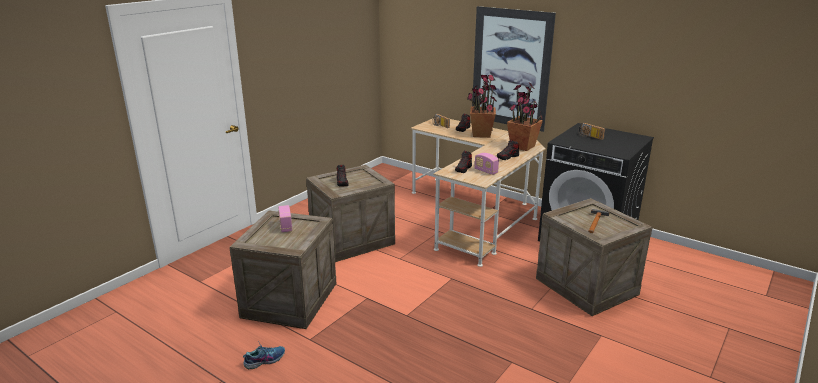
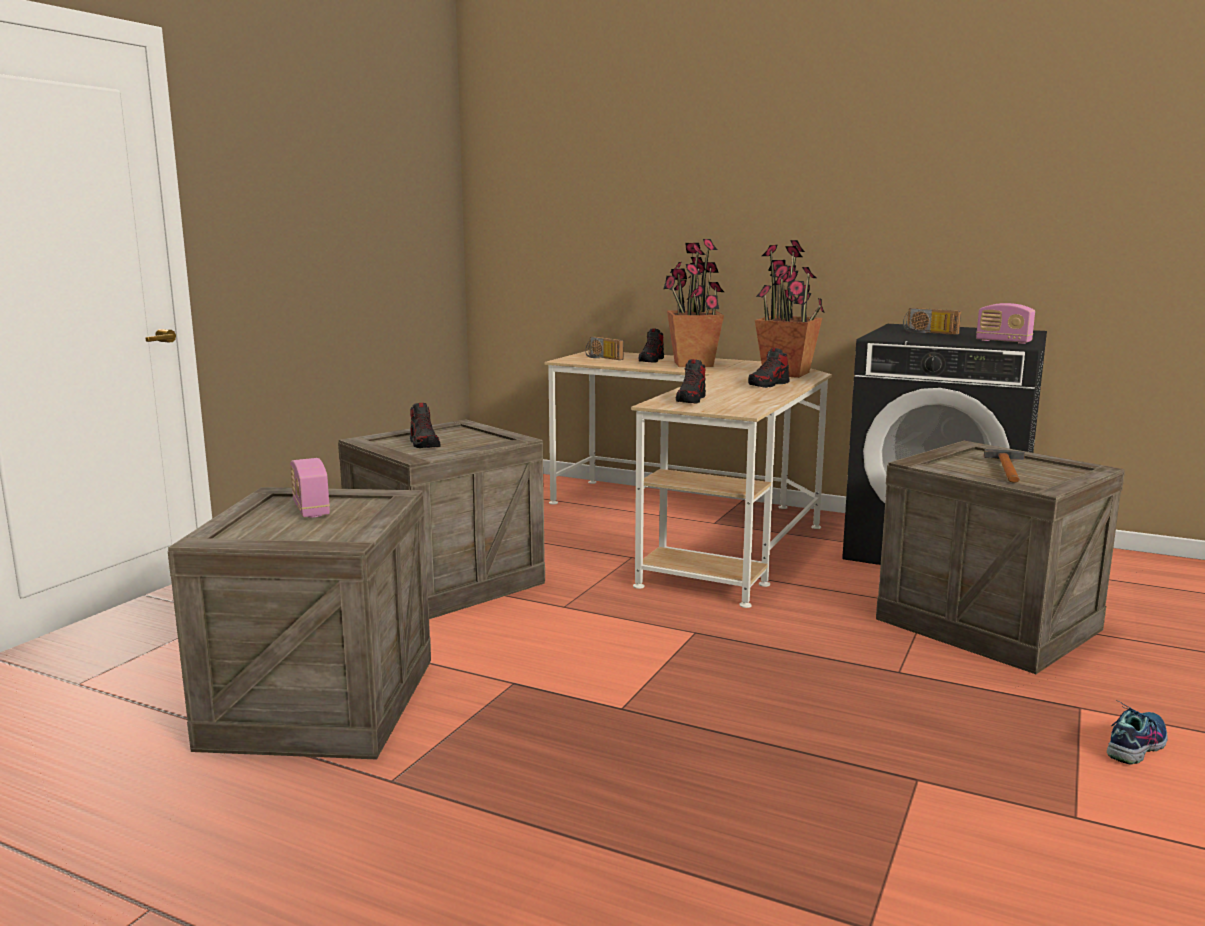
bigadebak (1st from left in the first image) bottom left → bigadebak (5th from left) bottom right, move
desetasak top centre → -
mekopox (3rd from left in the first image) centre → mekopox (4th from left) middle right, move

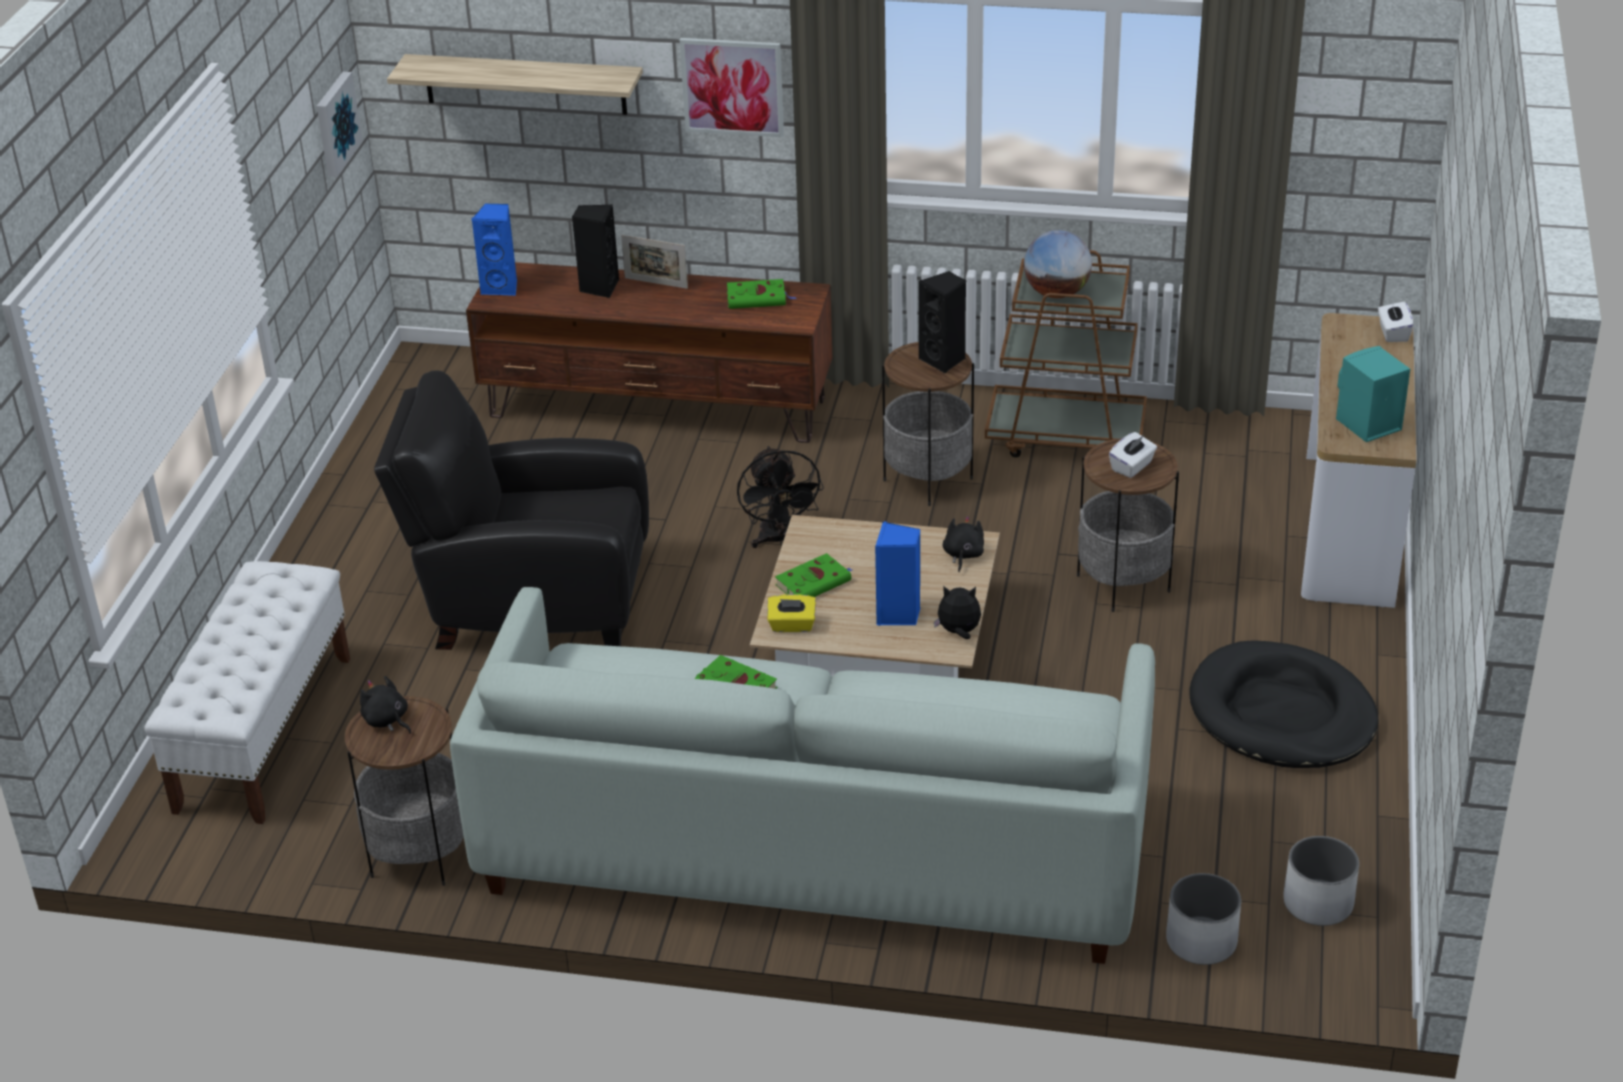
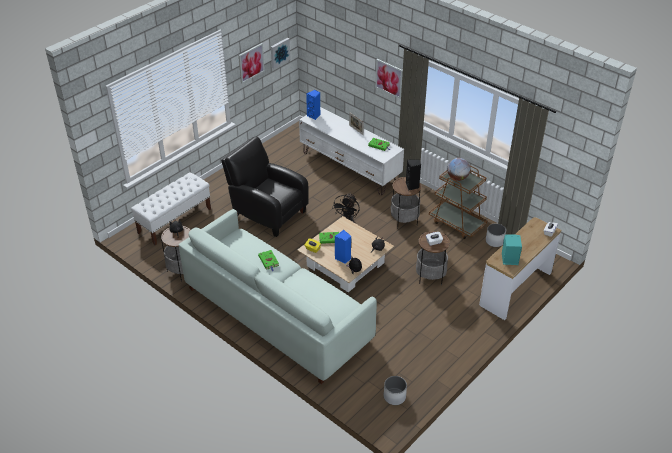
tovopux top left → -
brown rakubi top centre → white rakubi centre
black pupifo (1st from left) top centre → -
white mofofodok (1st from left in the first image) bottom right → white mofofodok (2nd from left) middle right, move
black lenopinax middle right → -
- → desetasak (1st from left) top centre

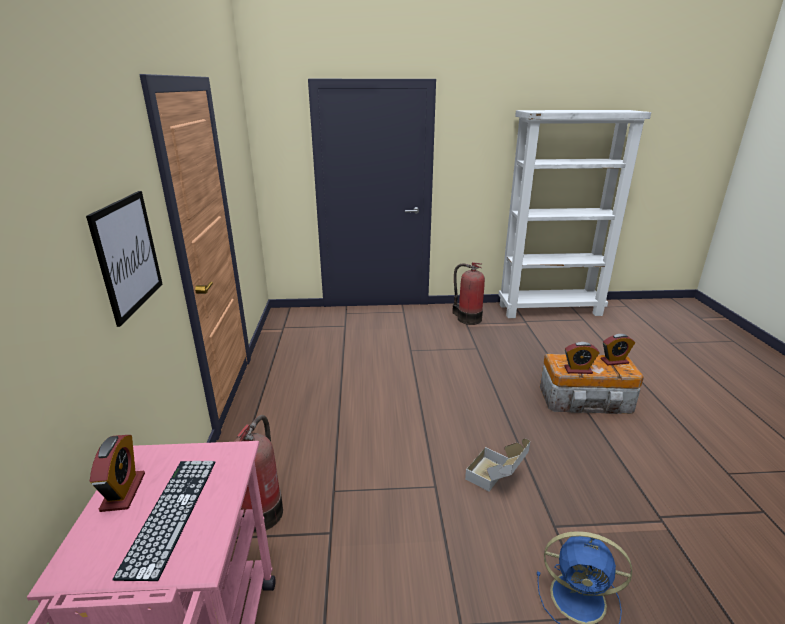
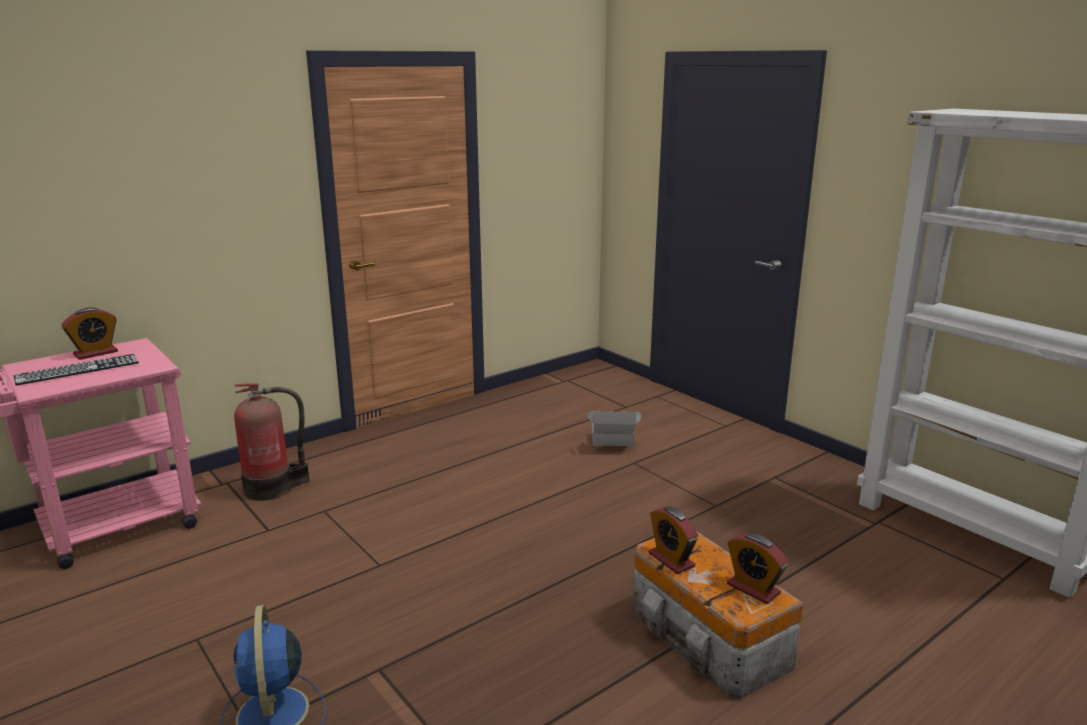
desetasak middle left → -
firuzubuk (2nd from left) centre → -
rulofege bottom centre → rulofege centre, move

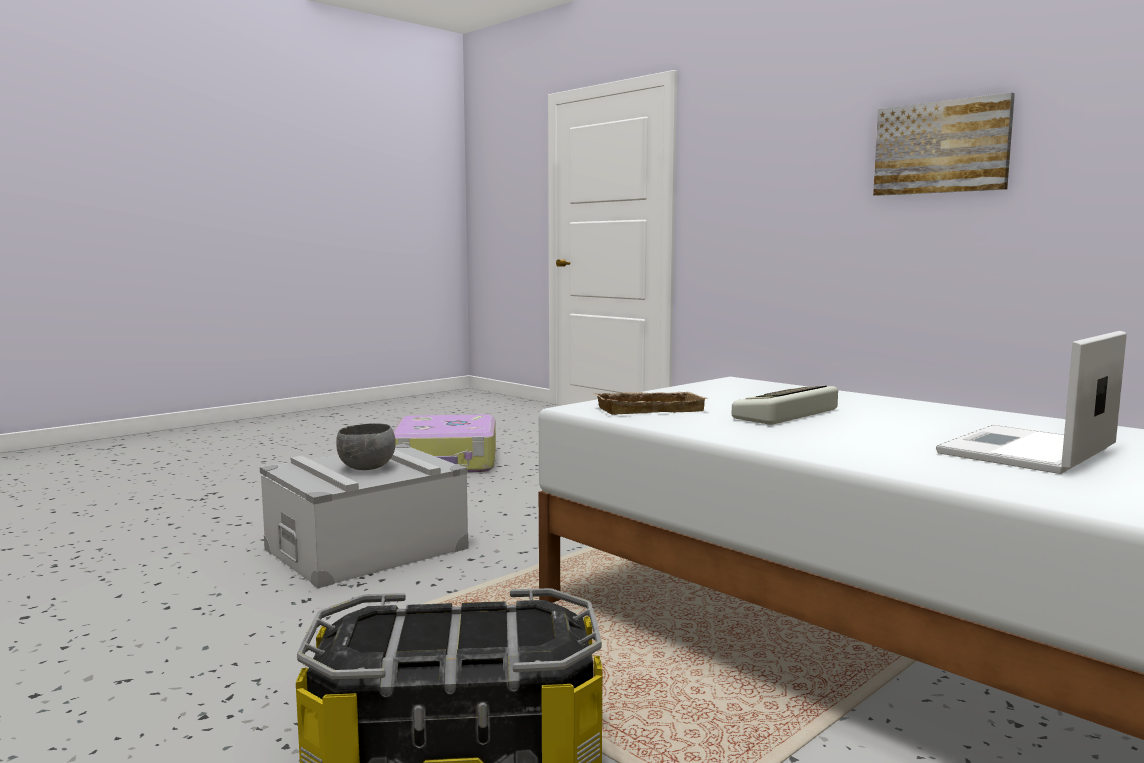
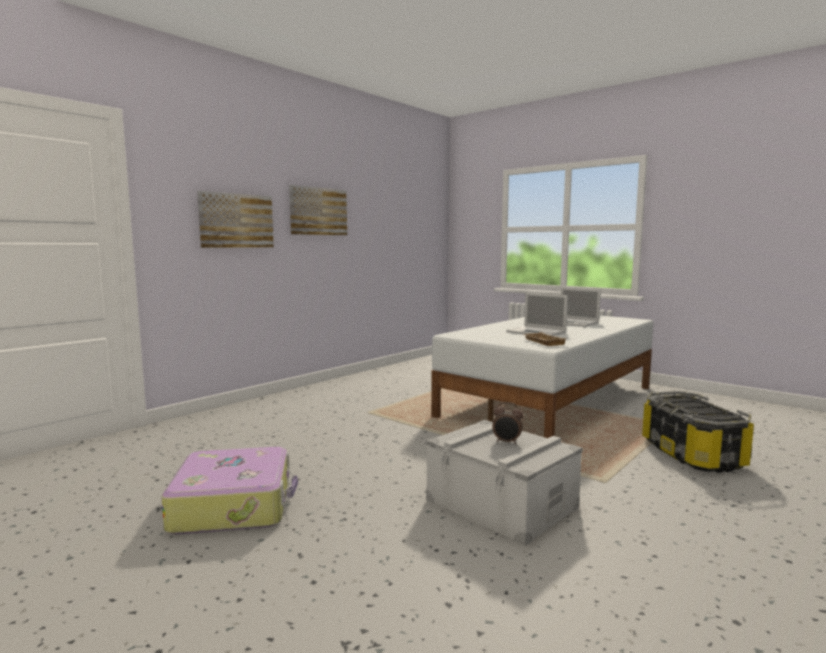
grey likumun middle left → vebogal centre
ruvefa middle right → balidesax (1st from left) centre
- → desetasak (1st from left) middle left

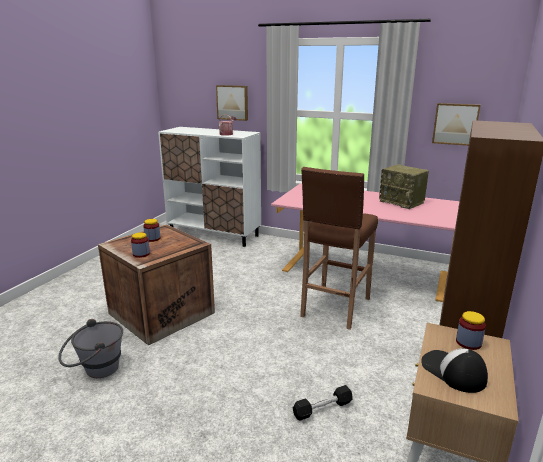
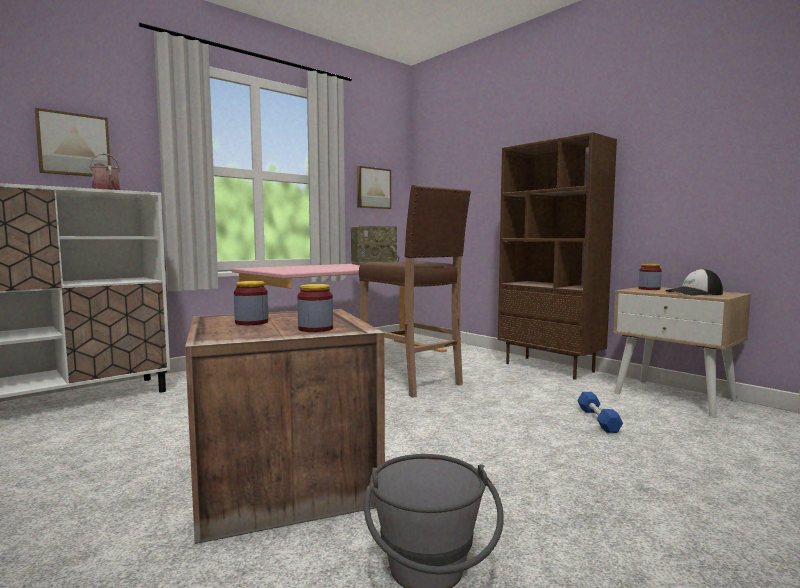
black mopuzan bottom centre → blue mopuzan bottom right

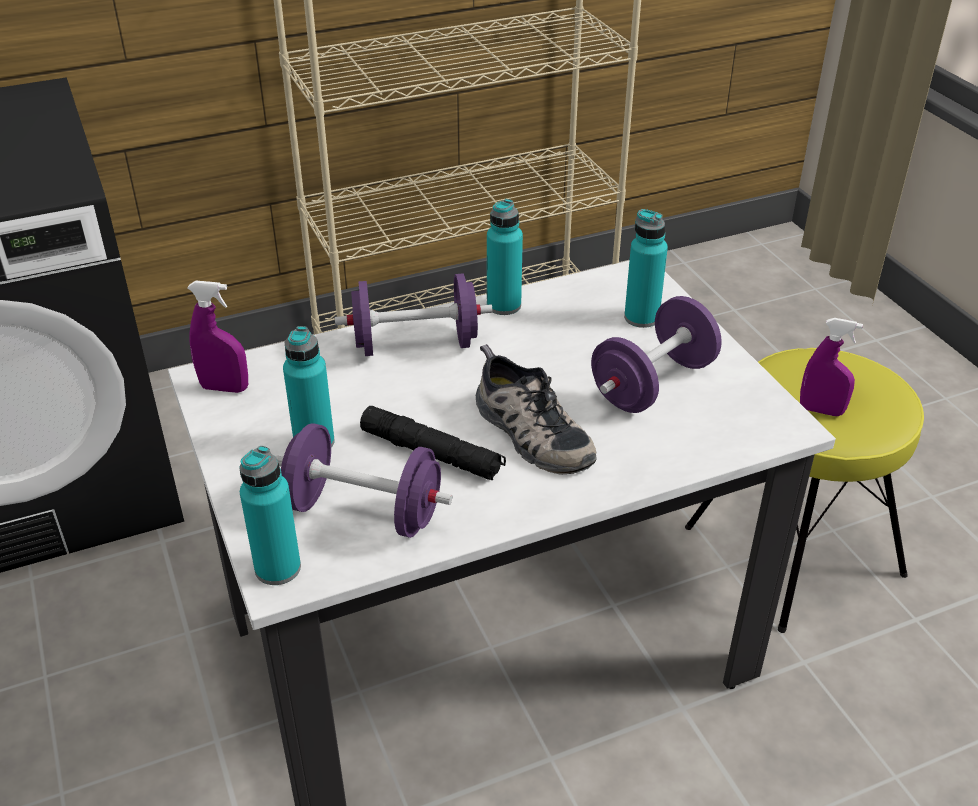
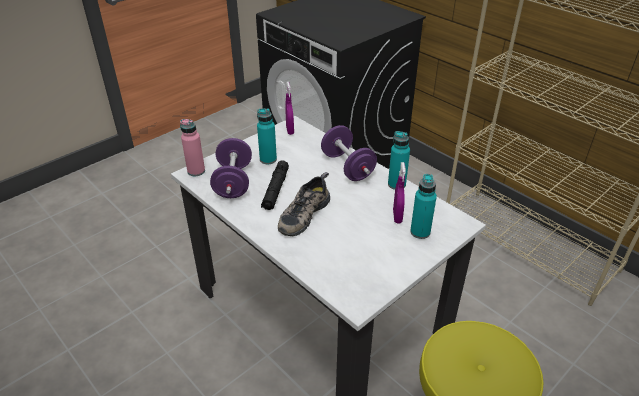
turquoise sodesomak (1st from left) middle left → pink sodesomak middle left
purple mopuzan (3rd from left) middle right → -
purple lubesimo (2nd from left) middle right → purple lubesimo (2nd from left) centre, move

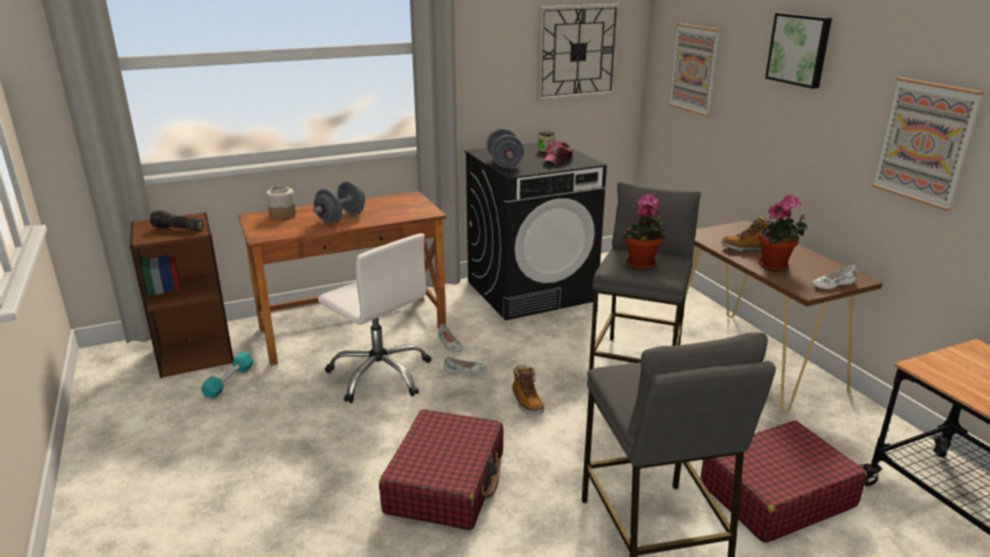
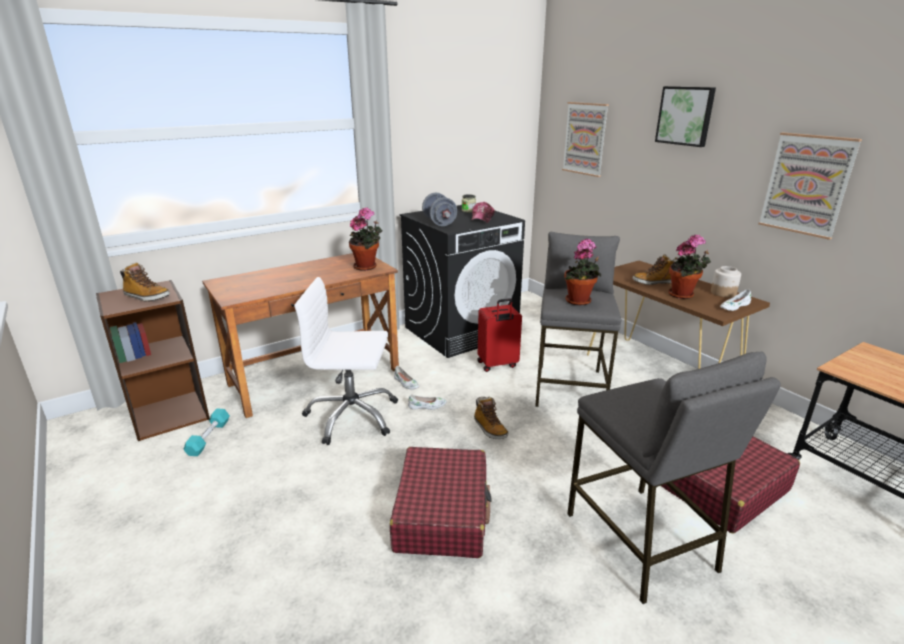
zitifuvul middle left → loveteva (1st from left) middle left
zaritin (1st from left in the first image) middle left → zaritin (2nd from left) middle right, move
grey mopuzan (1st from left) centre → -
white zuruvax centre, 150 degrees clockwise
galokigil top centre → -
- → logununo (1st from left) centre
- → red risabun (2nd from left) centre

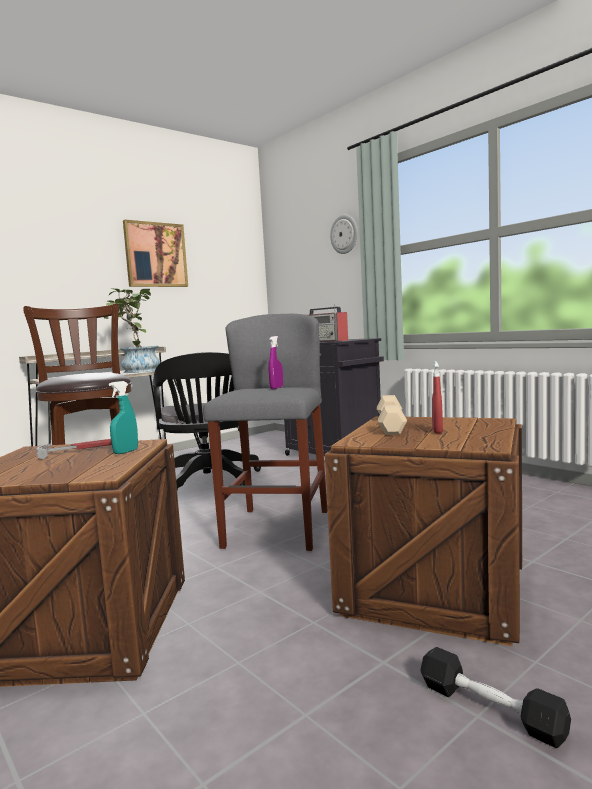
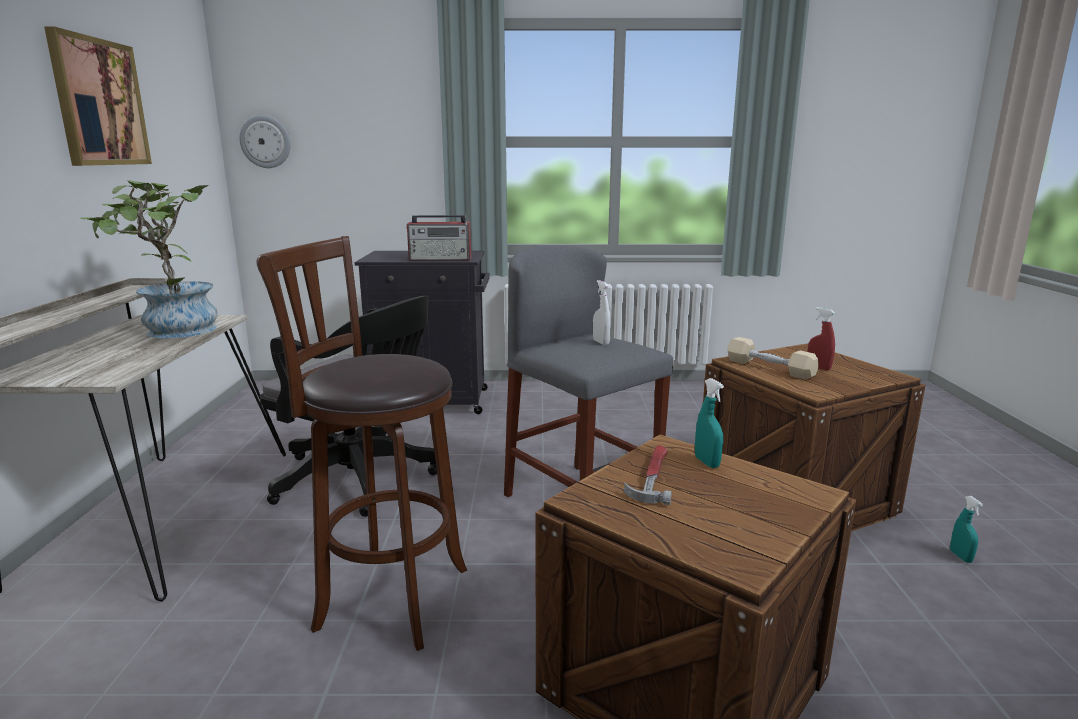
purple lubesimo centre → white lubesimo centre
galokigil top centre → galokigil top left, move
black mopuzan bottom right → turquoise lubesimo (2nd from left) bottom right

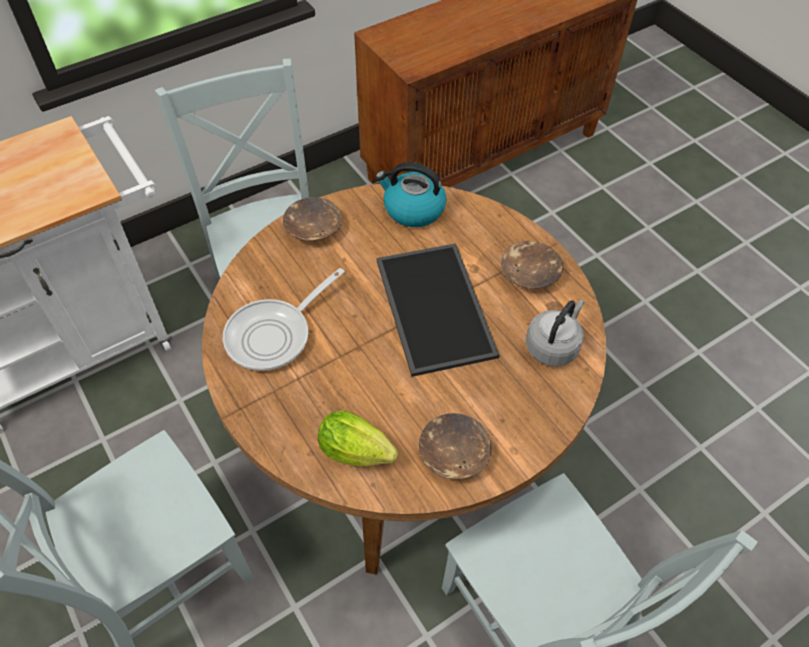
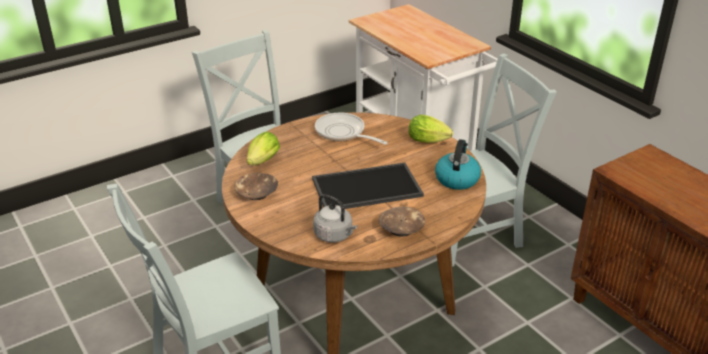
brown likumun (1st from left) centre → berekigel (2nd from left) centre

